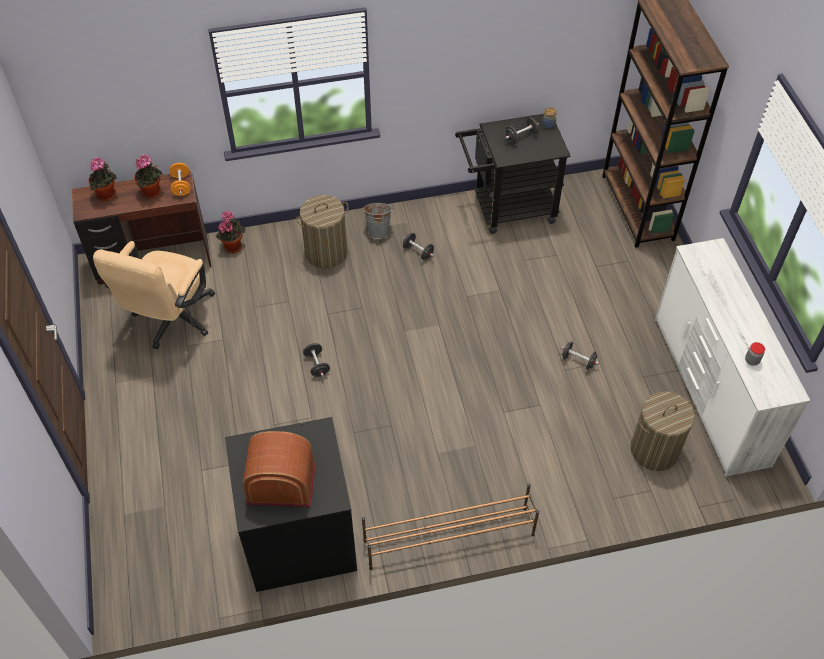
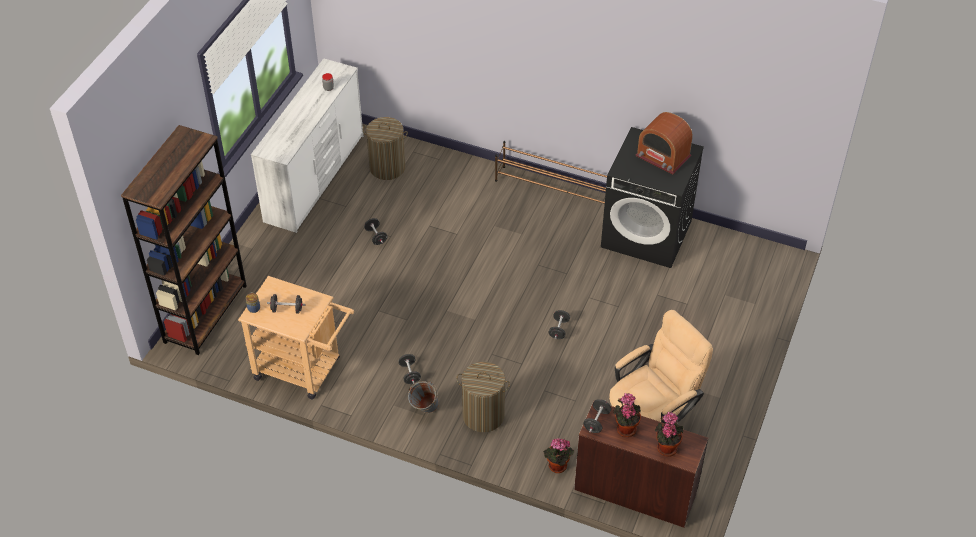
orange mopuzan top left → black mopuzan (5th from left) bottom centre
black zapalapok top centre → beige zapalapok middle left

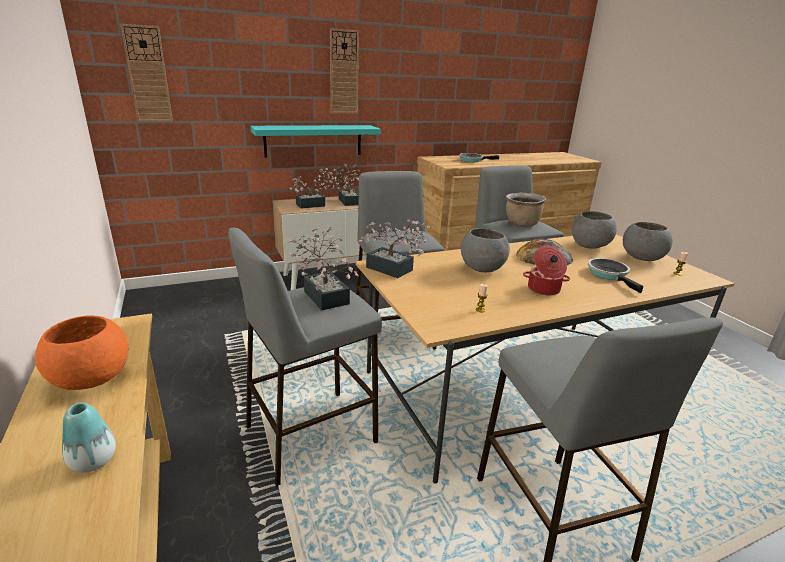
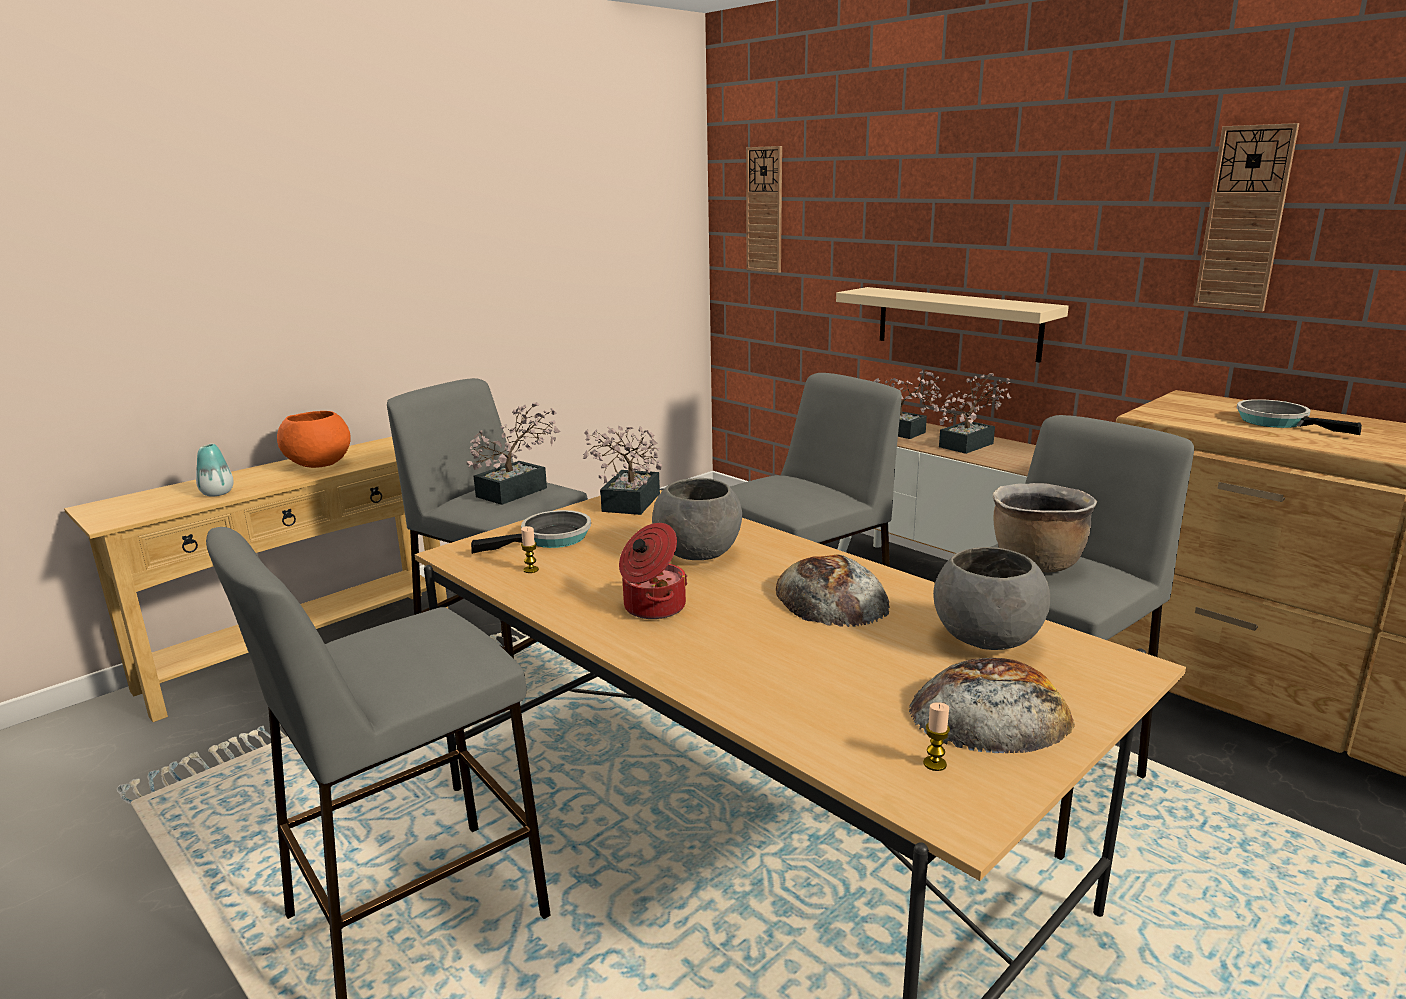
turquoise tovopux top centre → beige tovopux top right
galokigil (2nd from left) top centre → galokigil (2nd from left) top right, move
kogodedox (2nd from left in the first image) middle right → kogodedox (1st from left) centre, move
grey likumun (3rd from left) middle right → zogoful (2nd from left) bottom right

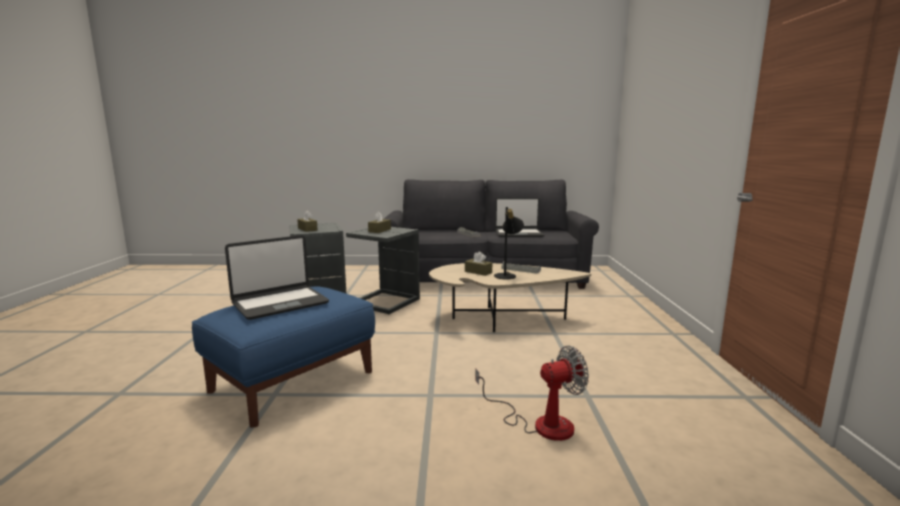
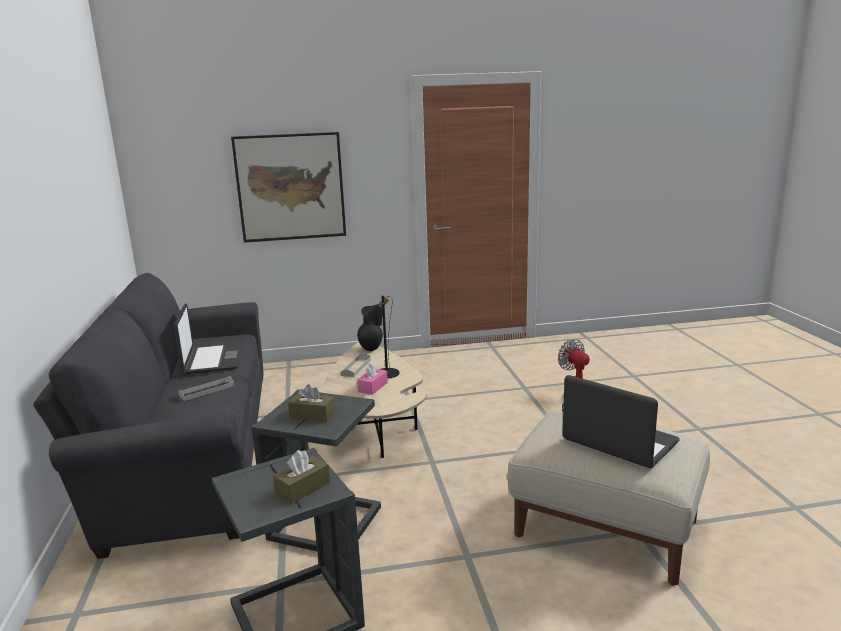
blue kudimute bottom left → beige kudimute bottom right
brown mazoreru (3rd from left) centre → pink mazoreru centre
- → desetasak top centre
- → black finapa centre

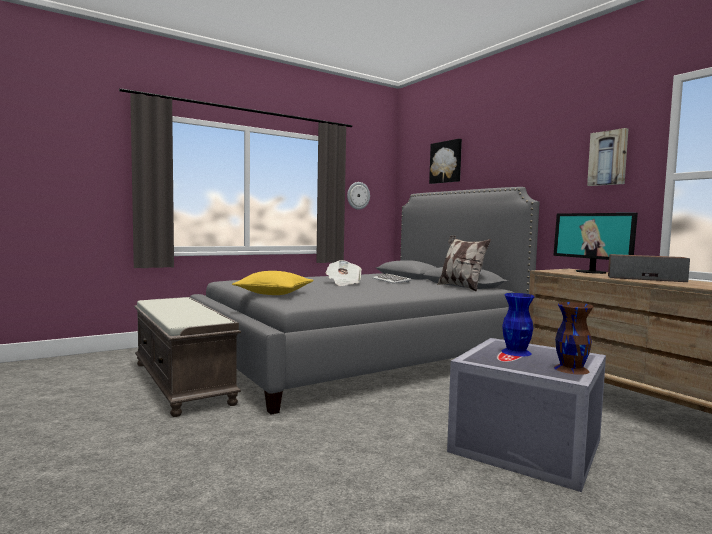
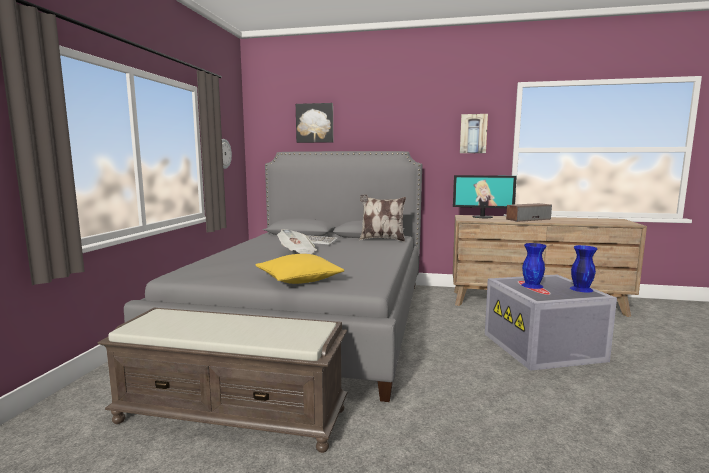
brown finapa middle right → blue finapa (2nd from left) middle right

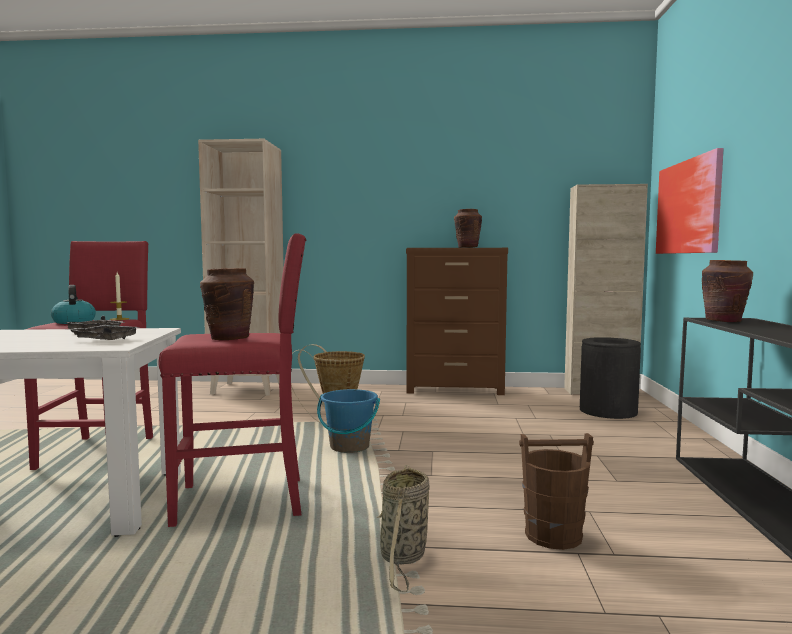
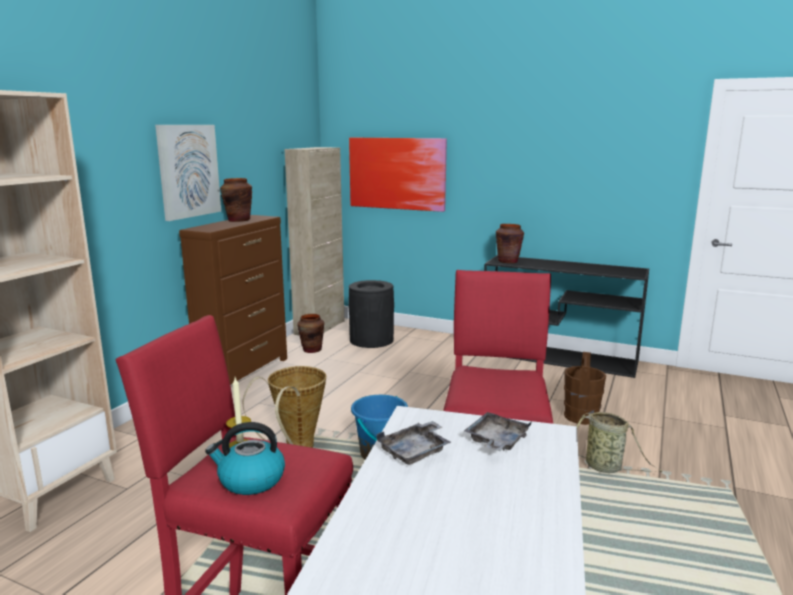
brown finapa (1st from left in the first image) middle left → brown finapa (2nd from left) centre, move
- → desetasak (1st from left) top left

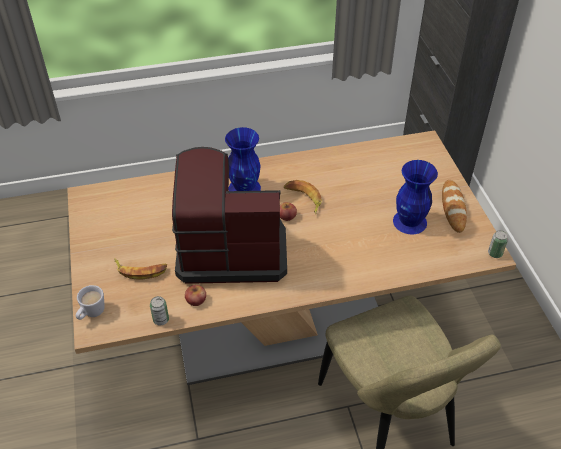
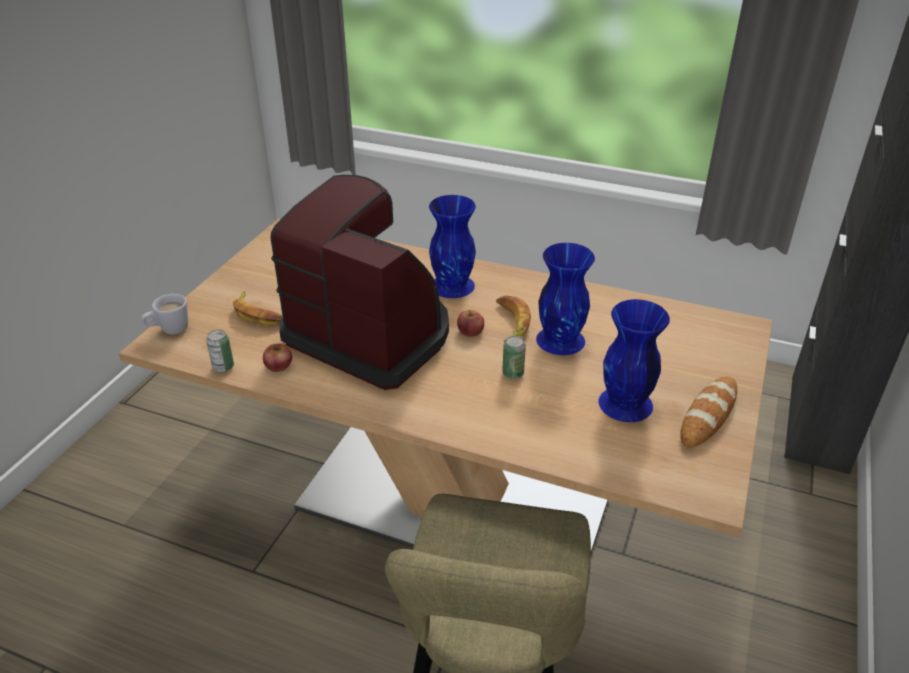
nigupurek (2nd from left) middle right → nigupurek (2nd from left) centre, move
- → blue finapa (2nd from left) centre

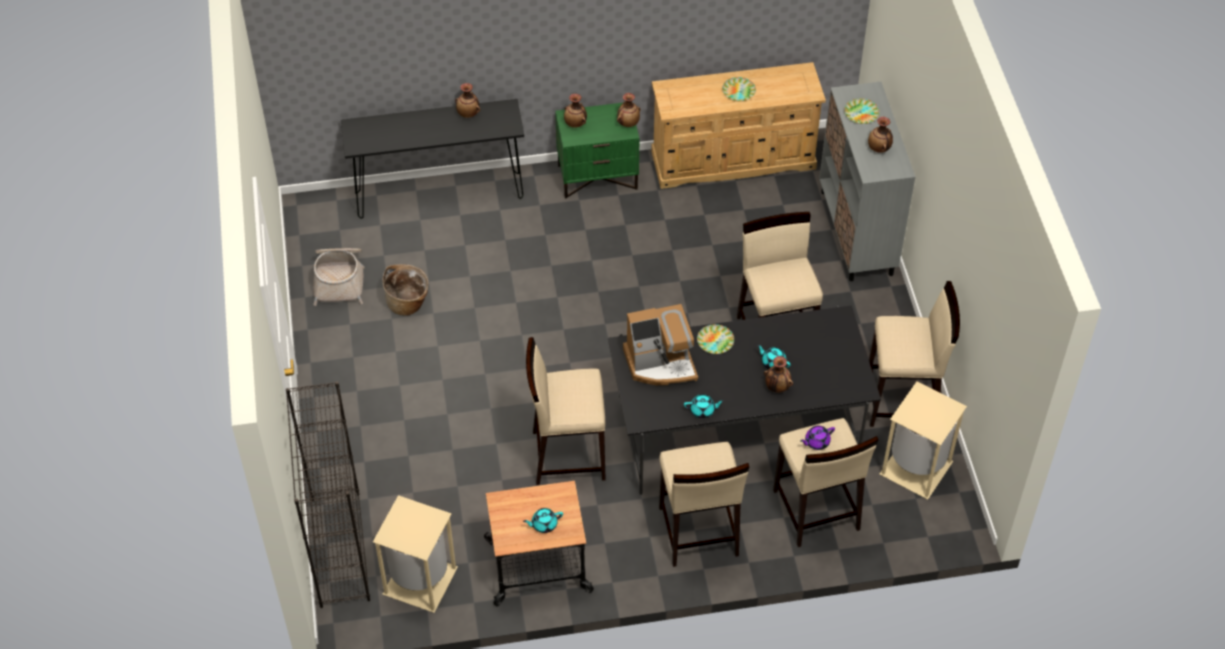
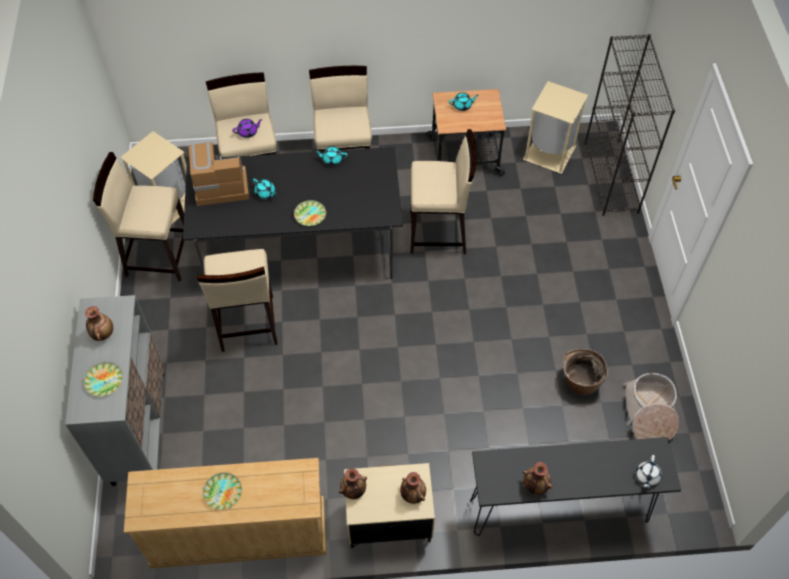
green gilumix top centre → beige gilumix bottom centre
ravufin centre → ravufin top left, move
finapa (4th from left) centre → -
- → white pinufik bottom right

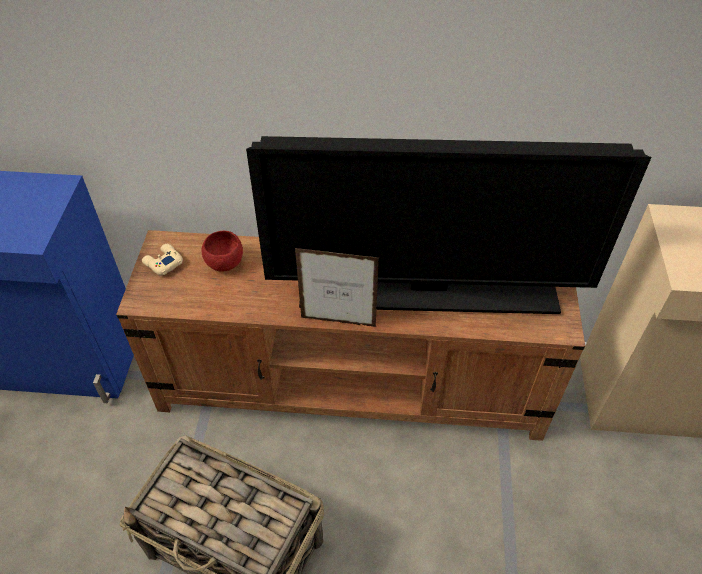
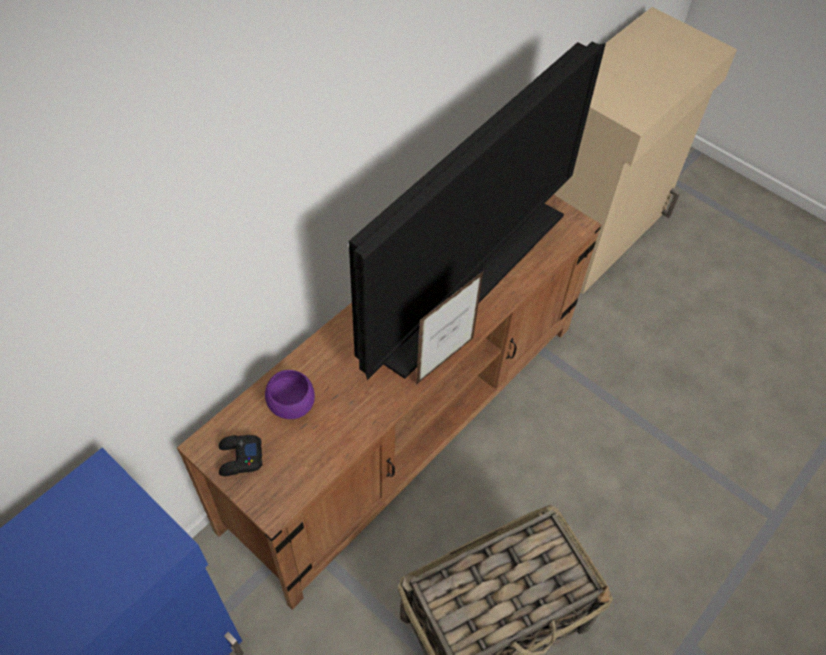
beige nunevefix middle left → black nunevefix bottom left
red likumun middle left → purple likumun centre

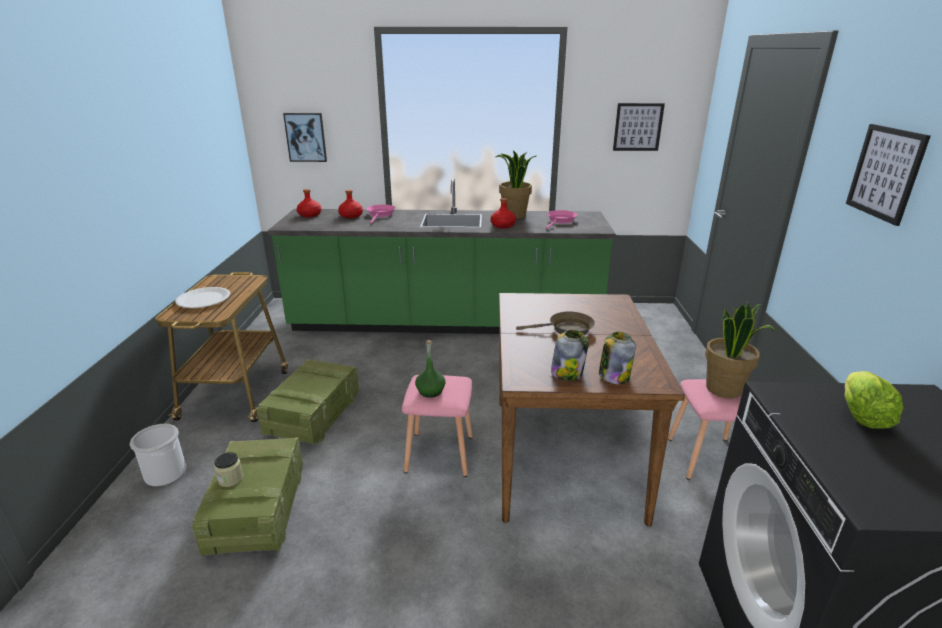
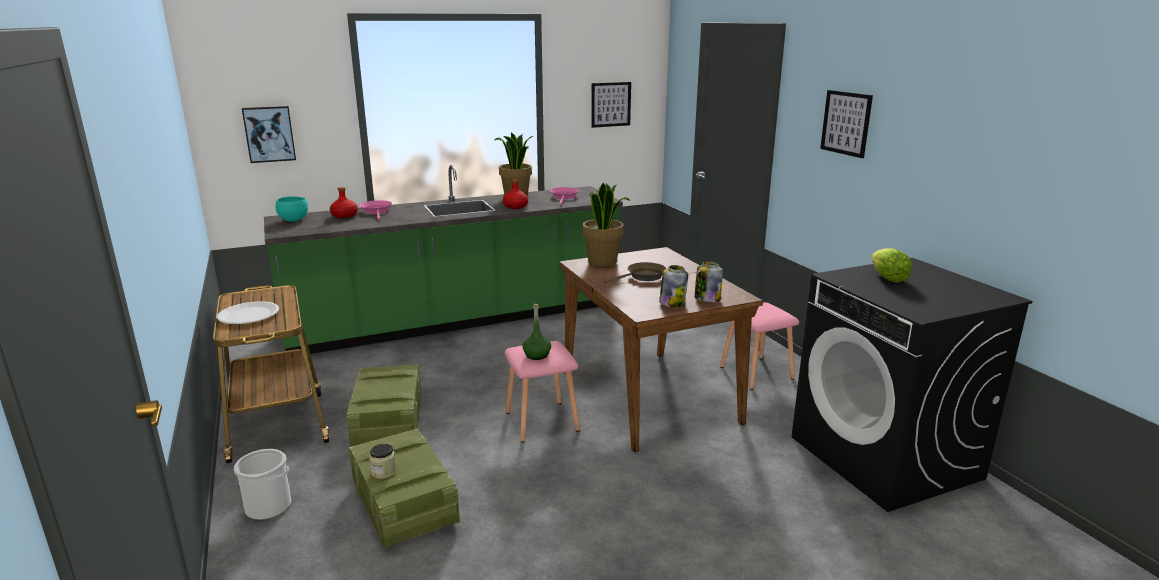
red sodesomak (1st from left) top left → turquoise likumun middle left
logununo (2nd from left) middle right → logununo (2nd from left) centre, move

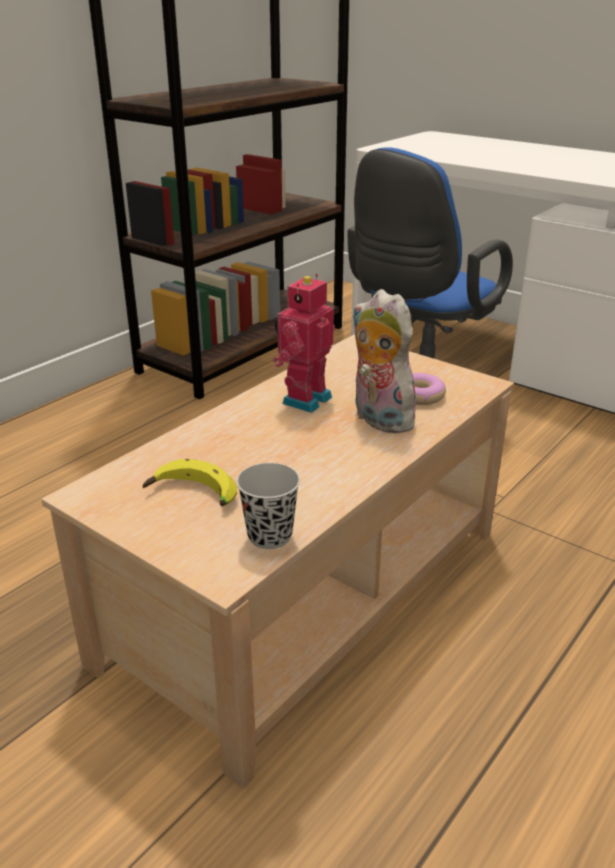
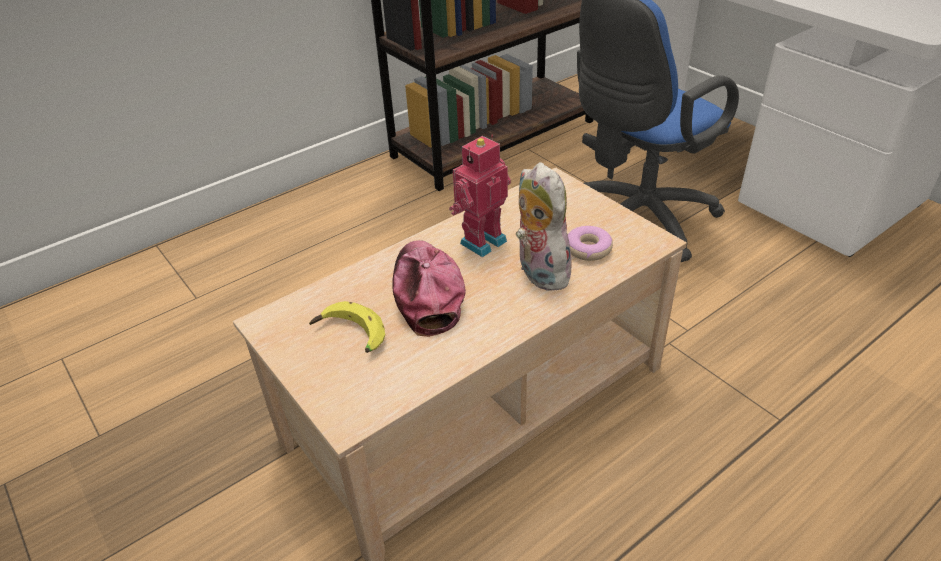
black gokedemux centre → -
- → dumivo centre

